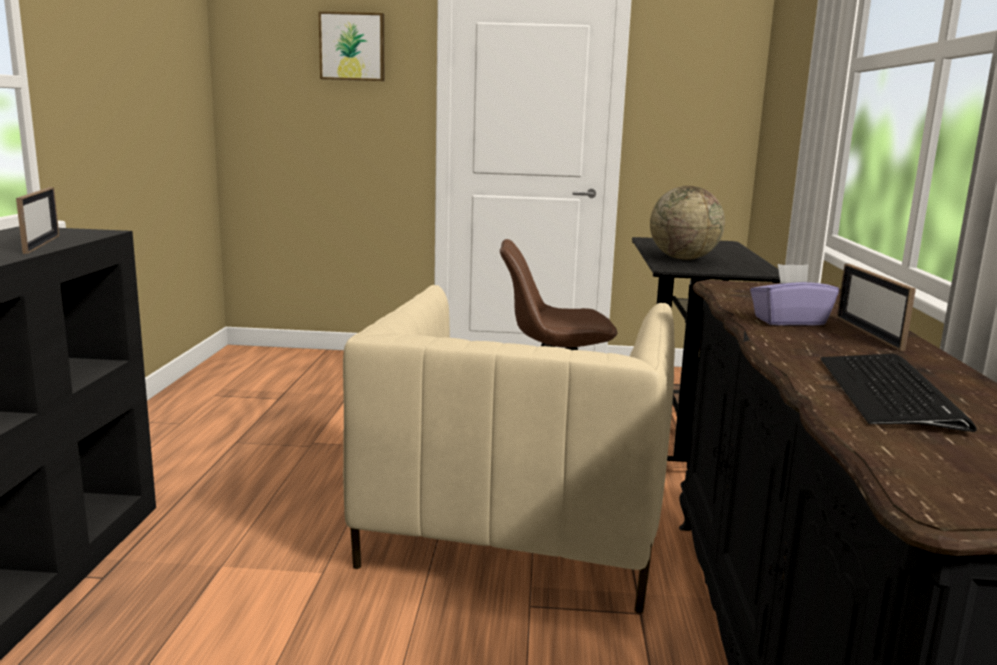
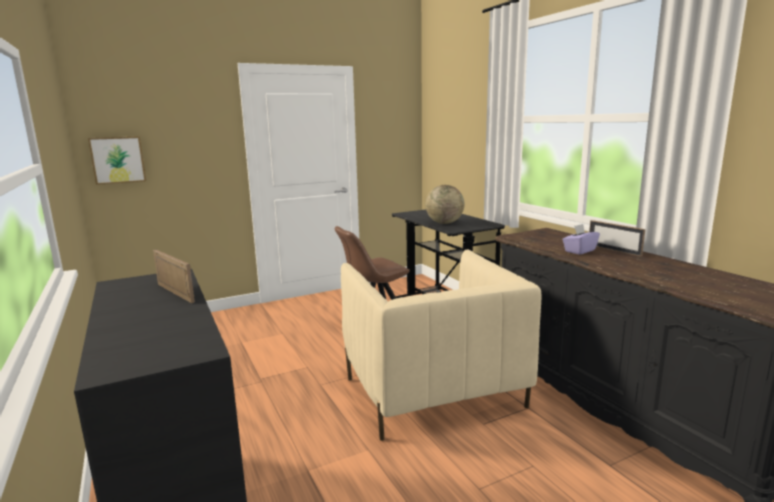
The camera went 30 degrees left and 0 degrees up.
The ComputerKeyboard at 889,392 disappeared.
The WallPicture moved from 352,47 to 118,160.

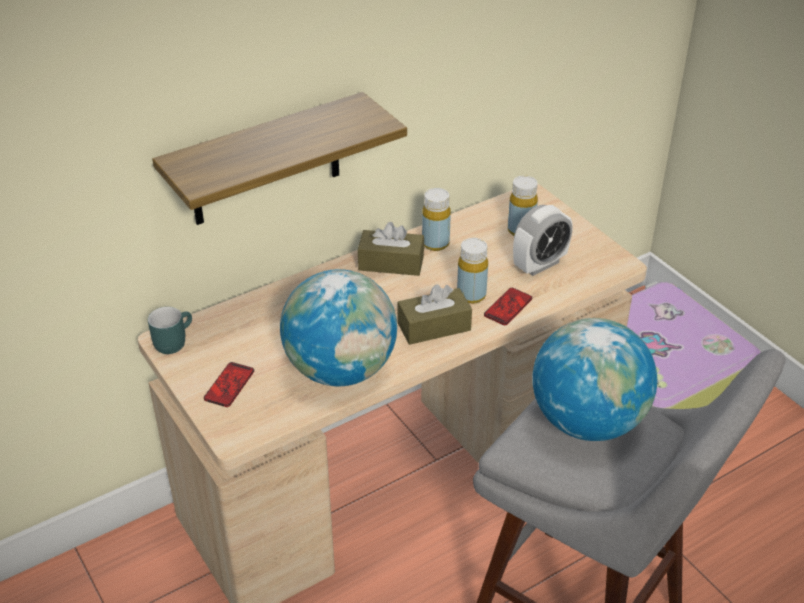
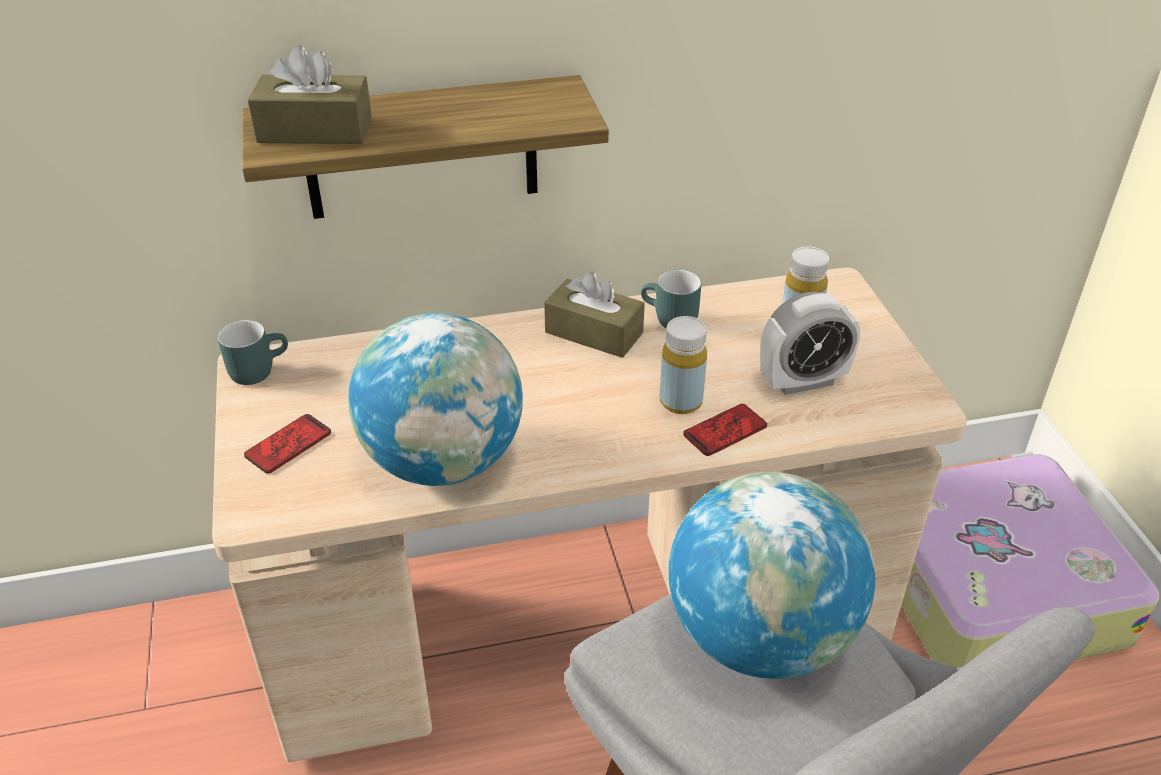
The camera went 20 degrees right and 0 degrees up.
The BrownishTissueHolder moved from 434,327 to 315,130.
The YellowColouredBottle at 435,243 was replaced by the TurquoiseCoffeeMug at 669,320.

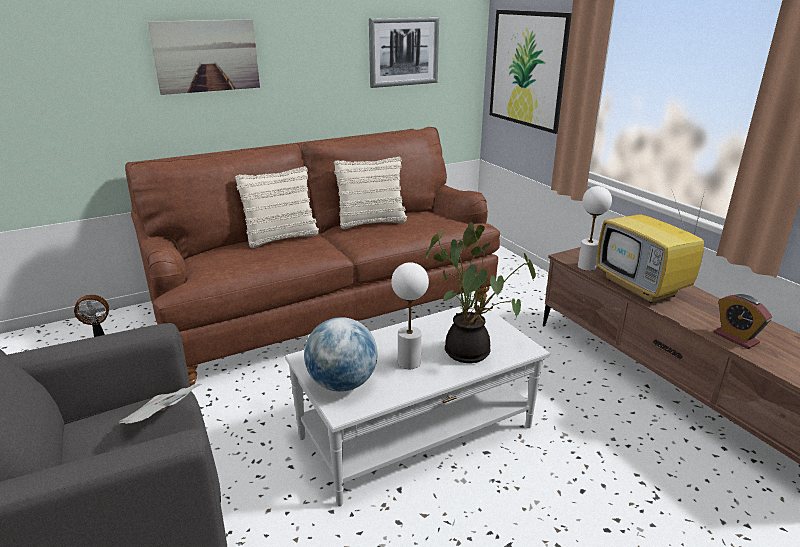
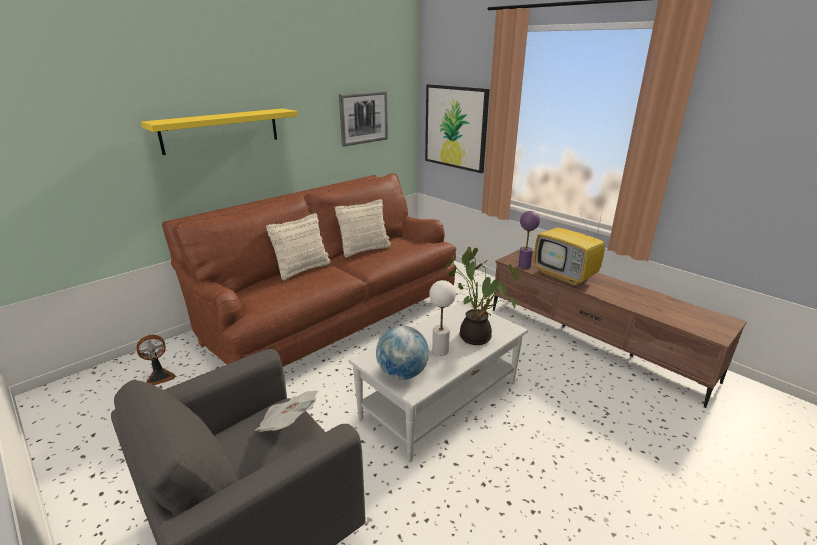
The camera went 15 degrees left and 0 degrees up.
The AlarmClock at 735,338 disappeared.
The WallPicture at 206,56 was replaced by the YellowColouredShelf at 221,130.
The WhitishLampForATable at 586,267 became the PurpleColouredLampForATable at 524,266.

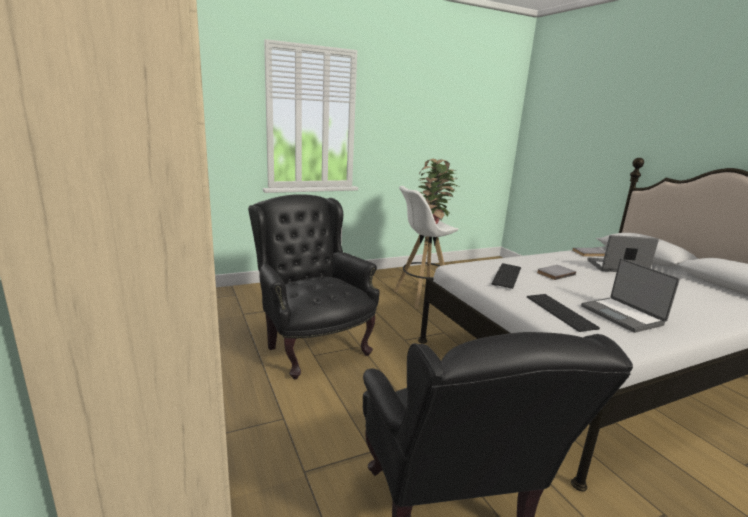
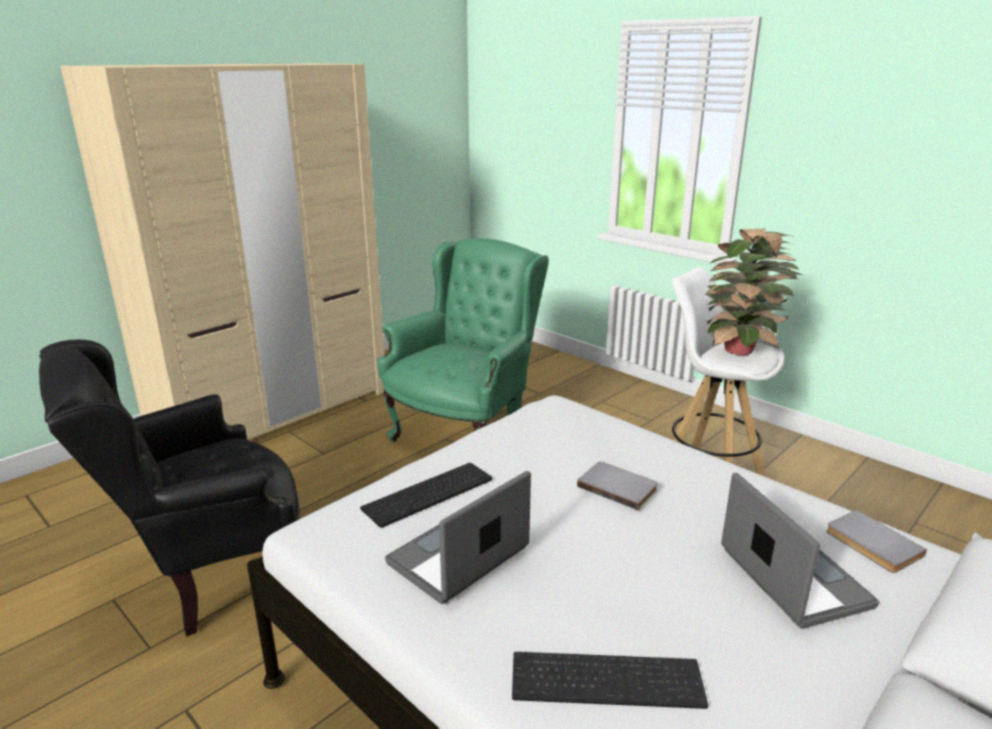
The camera went 70 degrees right and 5 degrees up.
The ComputerKeyboard moved from 505,275 to 608,677.
The BlackLoungeChair at 313,346 became the GreenColouredLoungeChair at 464,433.

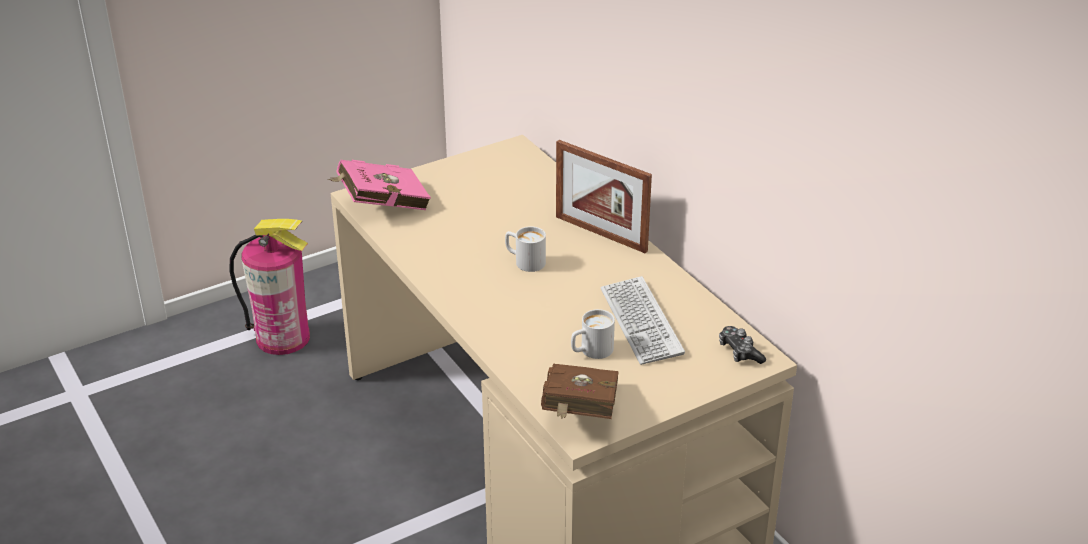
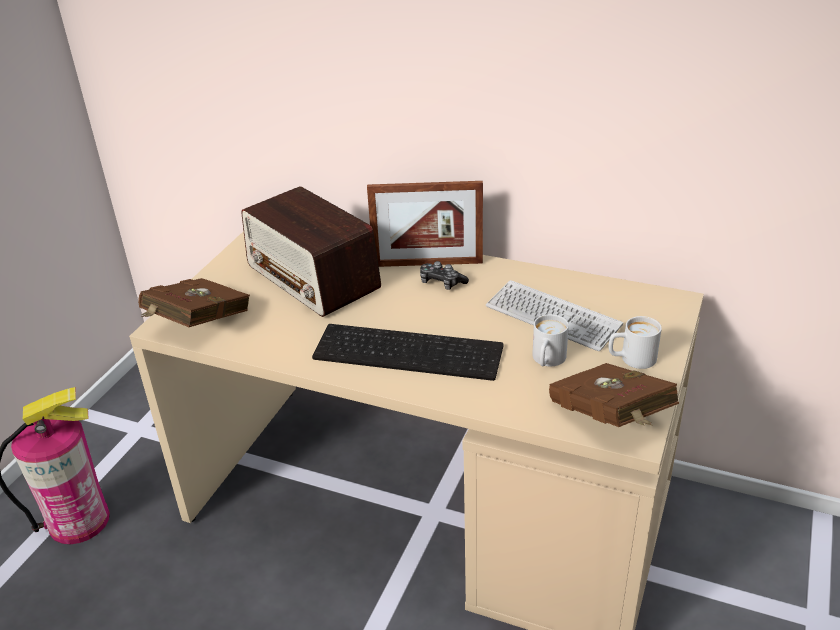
The camera went 35 degrees left and 0 degrees up.
The RadioSet at 313,277 appeared.
The ComputerKeyboard at 410,350 appeared.
The WhitishCoffeeMug moved from 524,261 to 631,359.
The Joypad moved from 739,352 to 441,282.
The PinkBook at 380,205 became the BrownishBook at 196,325.

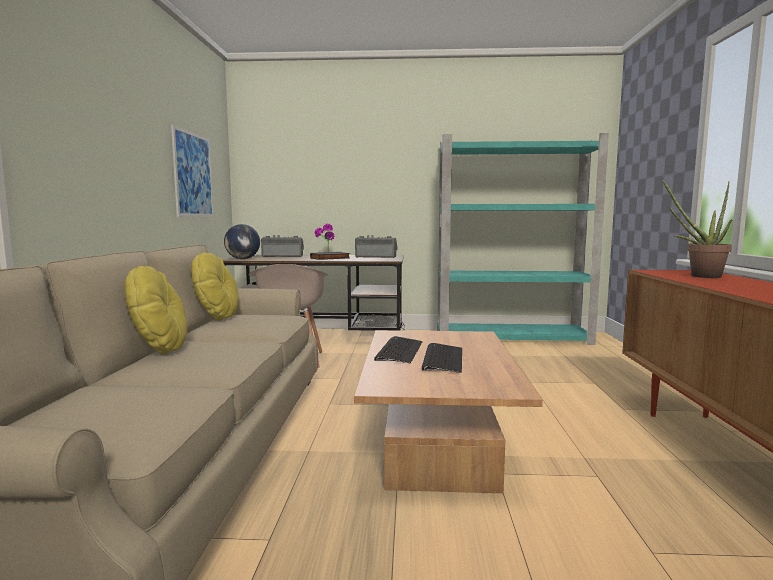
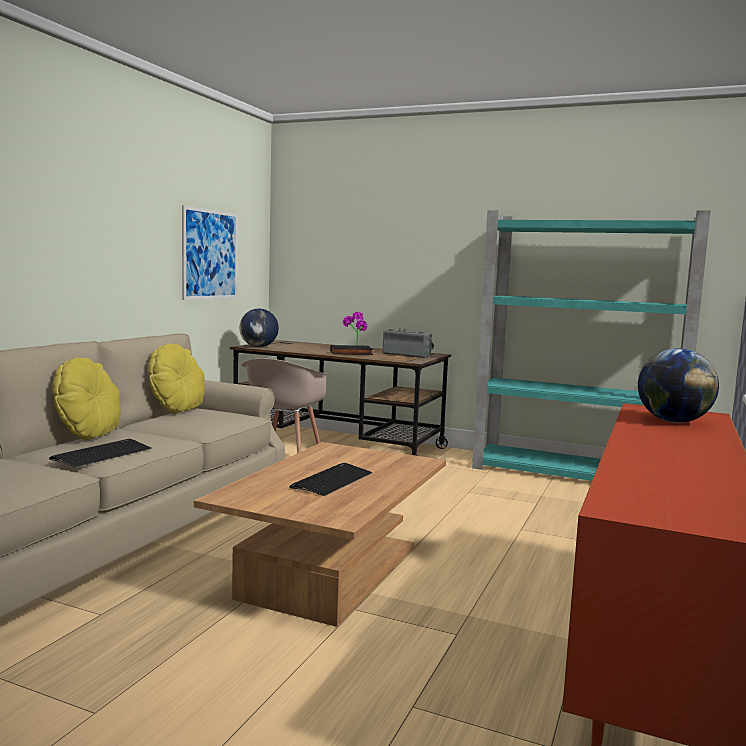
The camera went 20 degrees right and 0 degrees up.
The RadioSet at 283,256 disappeared.
The ComputerKeyboard moved from 399,351 to 102,454.
The Houseplant at 698,276 was replaced by the Globe at 673,421.

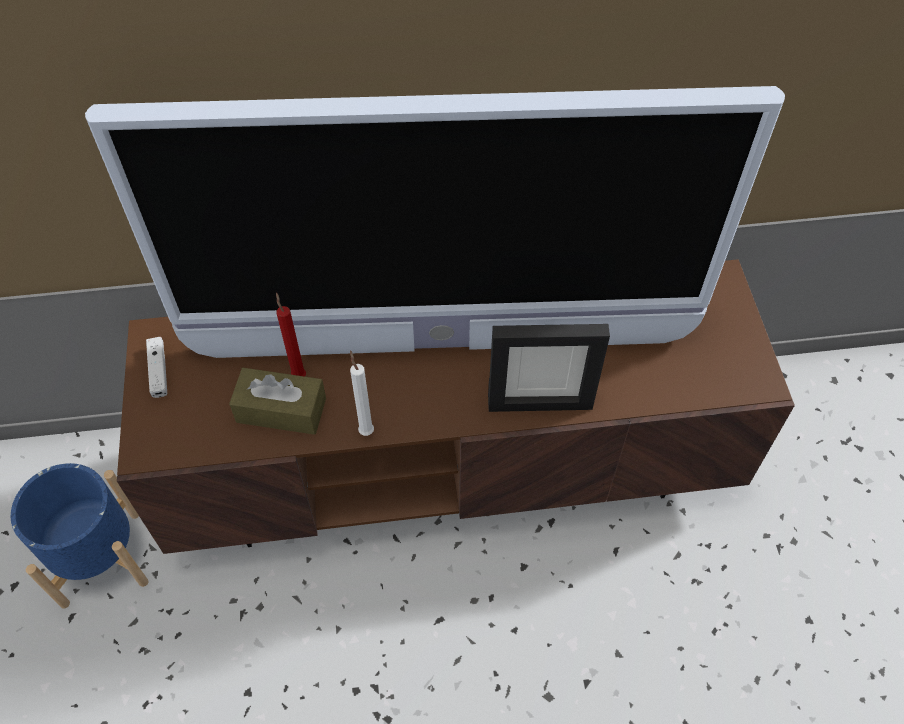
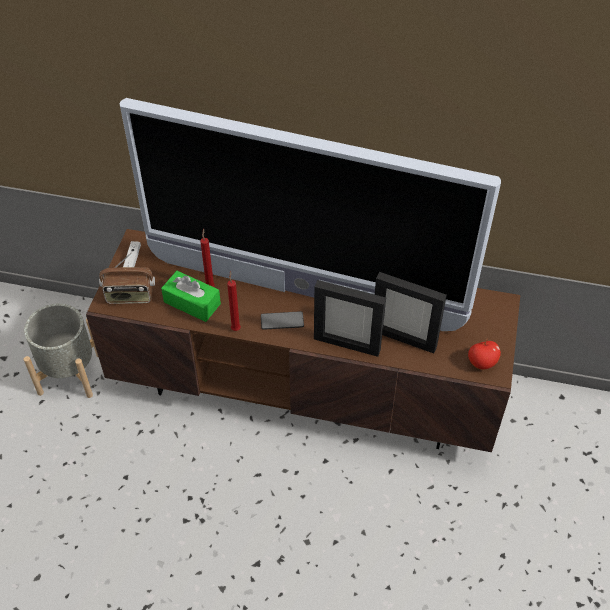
The camera went 20 degrees right and 5 degrees down.
The RadioSet at 130,296 appeared.
The Phone at 282,321 appeared.
The PhotoFrame at 404,337 appeared.
The AppleFruit at 482,363 appeared.
The BluishPlantPot at 100,558 became the GrayPlantPot at 70,373.
The BrownishTissueHolder at 281,410 became the GreenColouredTissueHolder at 192,303.
The WhitishWaxLight at 365,430 became the ReddishWaxLight at 236,328.

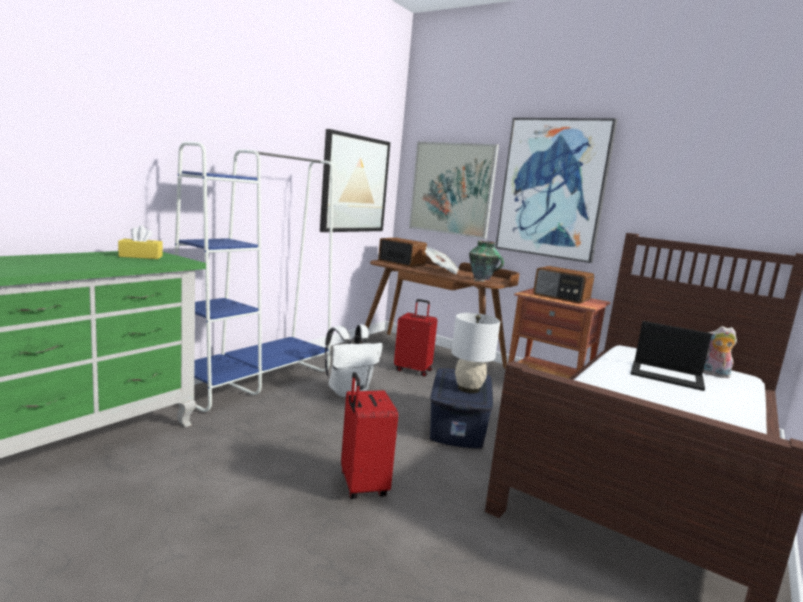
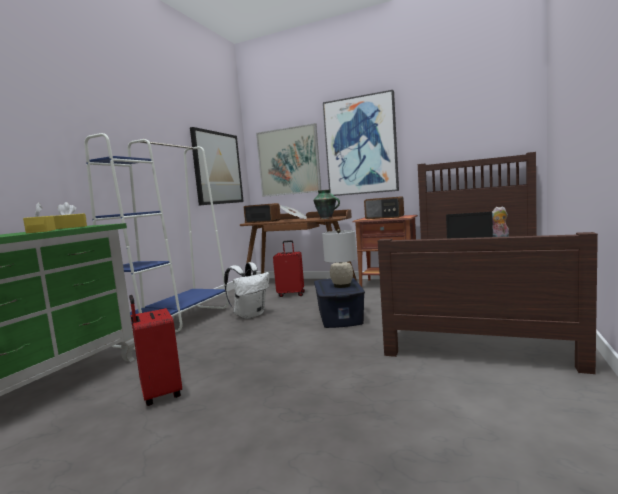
The camera went 10 degrees left and 5 degrees down.
The YellowColouredTissueHolder at 41,231 appeared.
The ReddishSuitcase moved from 361,485 to 159,394.

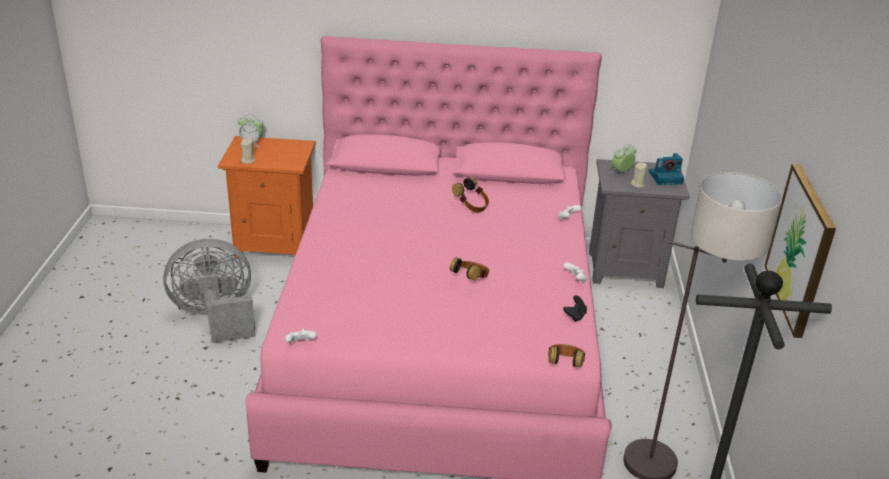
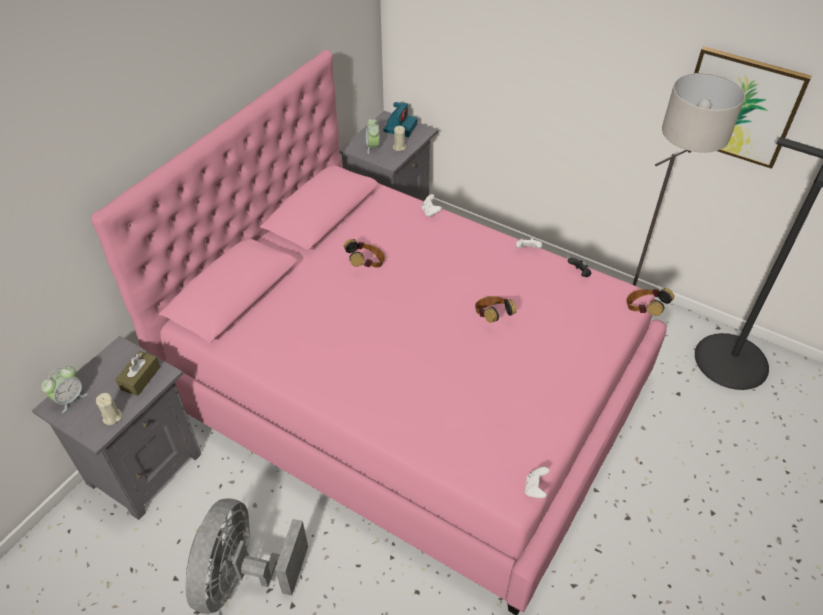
The camera went 60 degrees left and 15 degrees up.
The BrownishTissueHolder at 140,378 appeared.
The OrangeyBedsideTable at 275,246 became the GrayBedsideTable at 148,469.

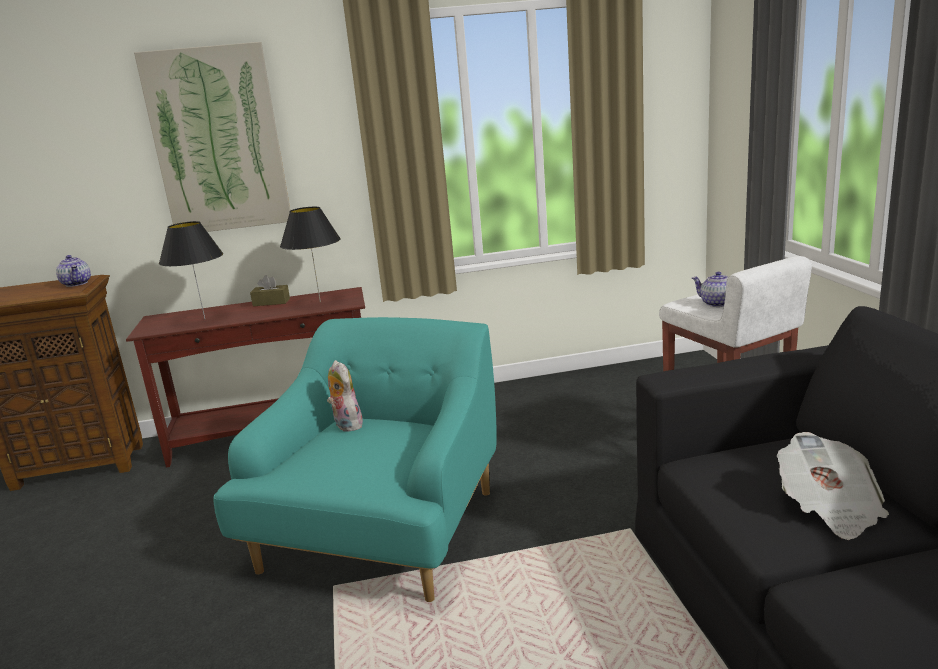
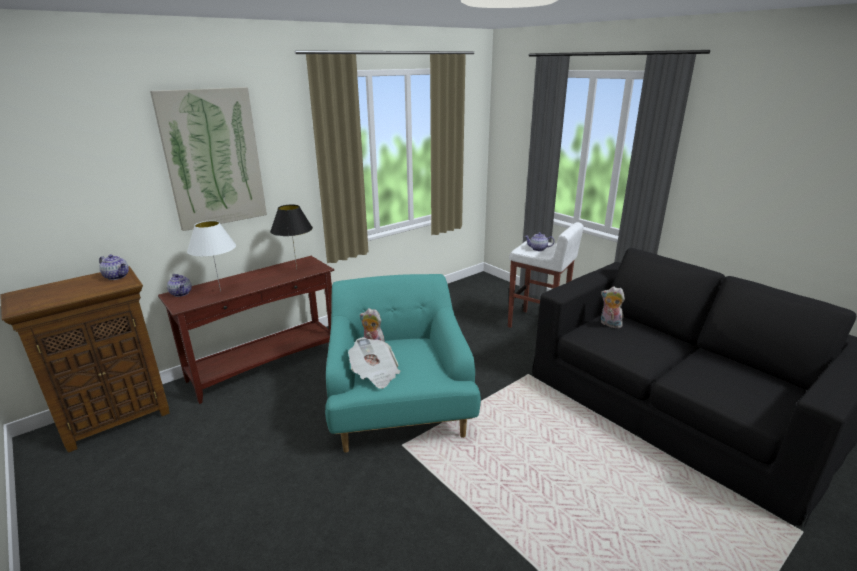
The camera went 30 degrees left and 5 degrees up.
The BrownishTissueHolder at 271,302 disappeared.
The Teapot at 181,293 appeared.
The CuddlyToy at 609,324 appeared.
The PrintedPaper moved from 829,508 to 375,374.
The BlackLampForATable at 204,319 became the WhitishLampForATable at 220,291.

